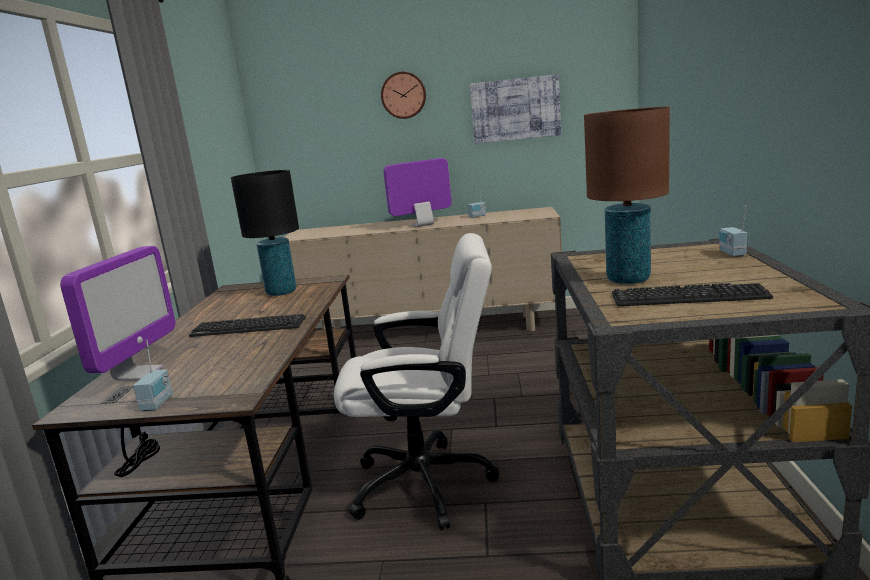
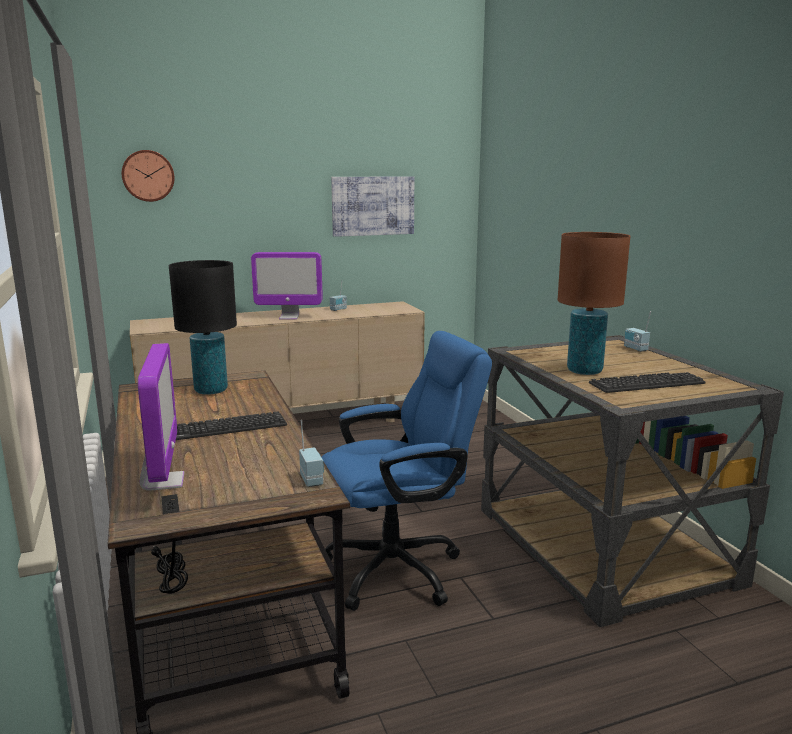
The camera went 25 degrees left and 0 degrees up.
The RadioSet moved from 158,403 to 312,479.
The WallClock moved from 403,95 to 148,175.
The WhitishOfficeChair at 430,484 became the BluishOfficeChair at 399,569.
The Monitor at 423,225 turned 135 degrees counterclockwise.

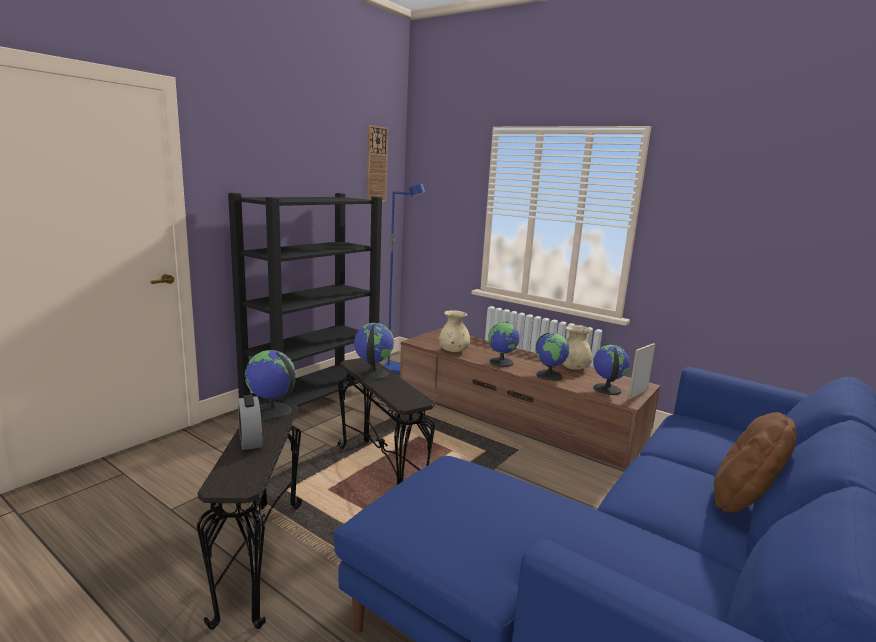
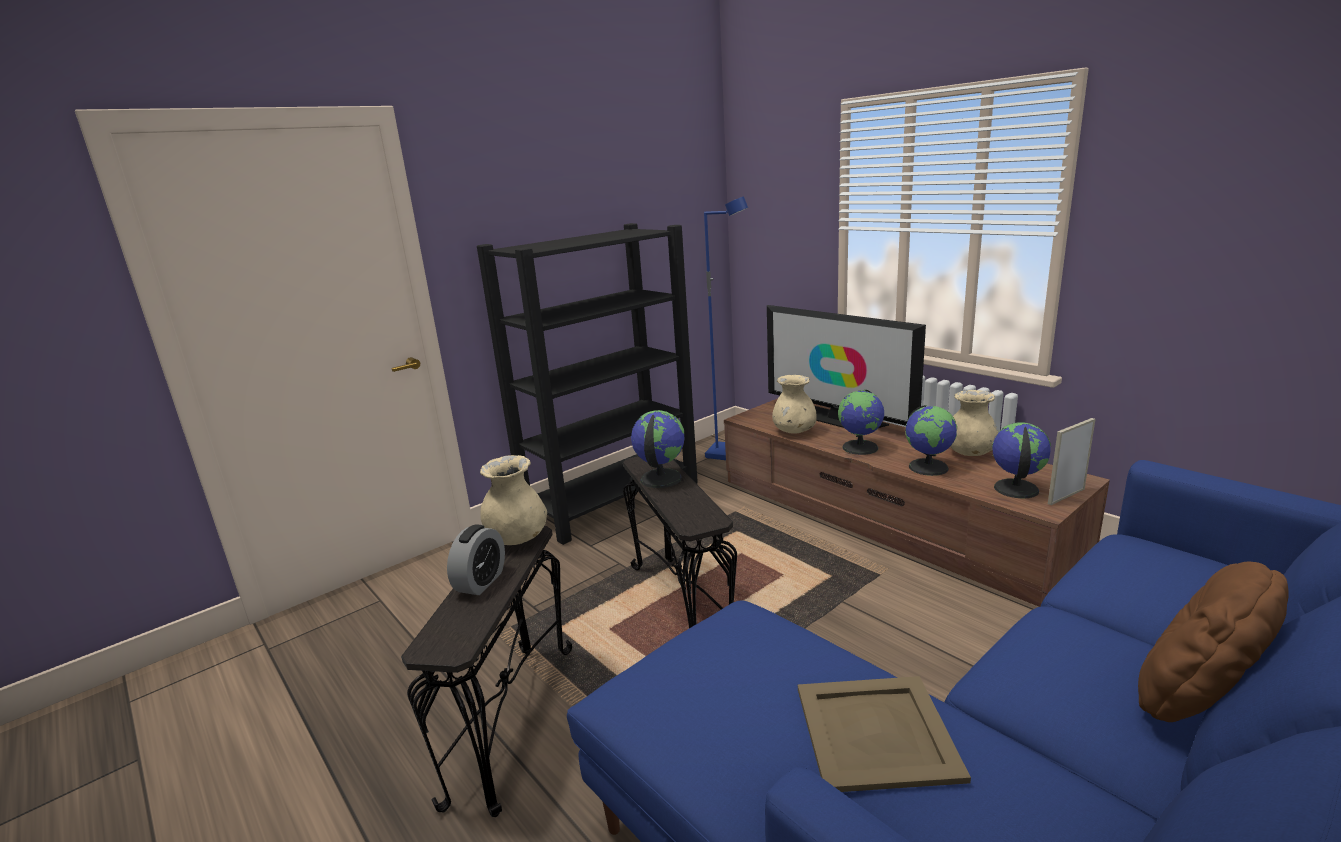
The camera went 15 degrees right and 5 degrees up.
The WallClock at 376,164 disappeared.
The TvSet at 838,419 appeared.
The BeigeTray at 877,733 appeared.
The Globe at 271,412 was replaced by the BeigeFlowerVase at 517,539.
The AlarmClock at 250,441 turned 150 degrees counterclockwise.

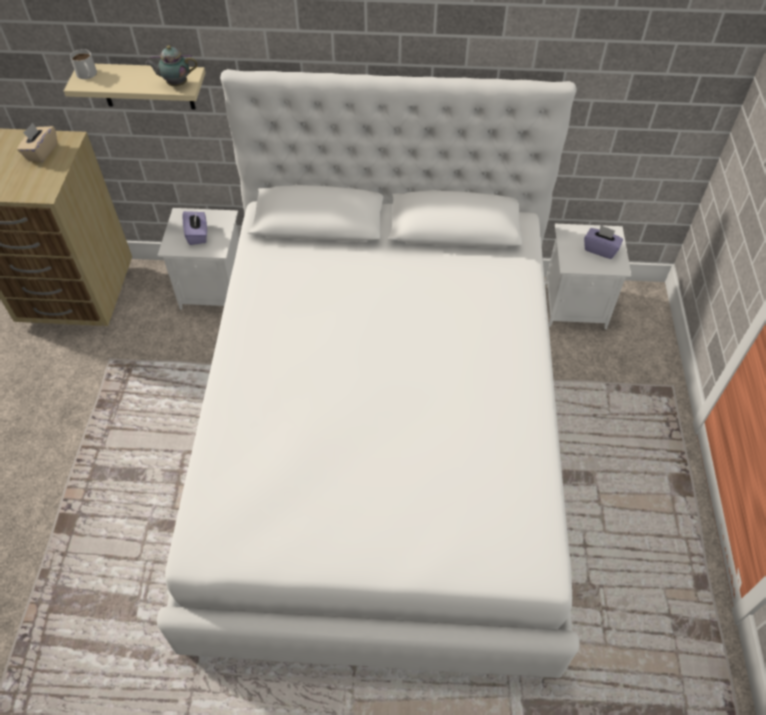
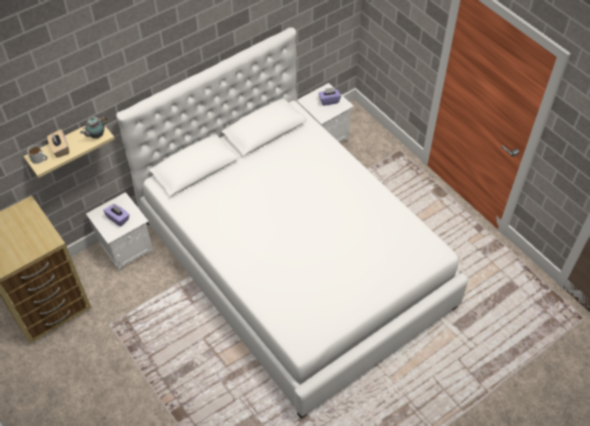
The camera went 40 degrees left and 0 degrees up.
The BeigeTissueHolder moved from 41,152 to 60,149.

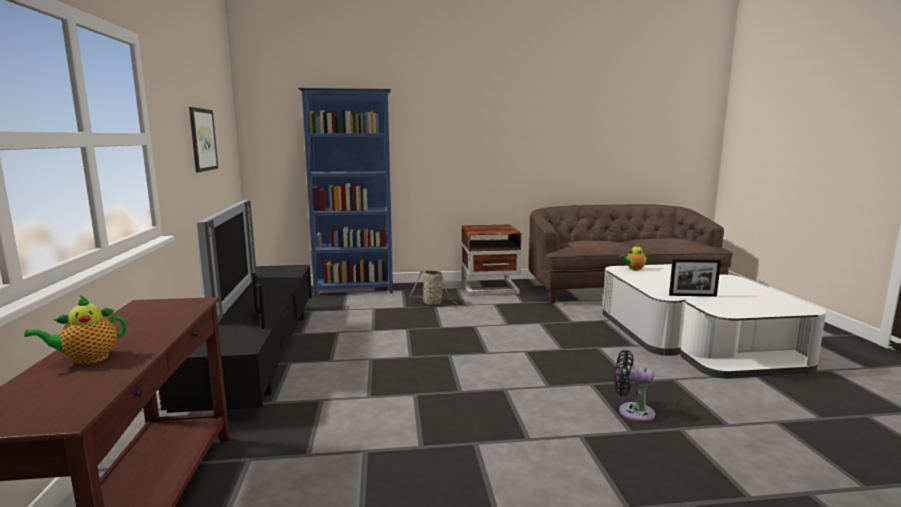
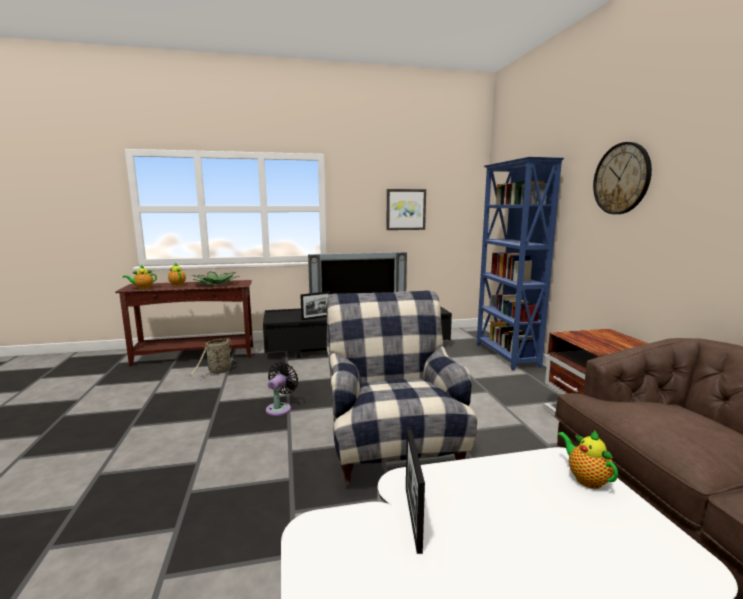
The camera went 85 degrees right and 0 degrees up.
The Teapot at 142,288 appeared.
The Houseplant at 216,284 appeared.
The LoungeChair at 392,450 appeared.
The WallClock at 621,179 appeared.
The HouseholdBasket moved from 433,304 to 218,372.
The BlackElectricFan moved from 632,412 to 280,408.

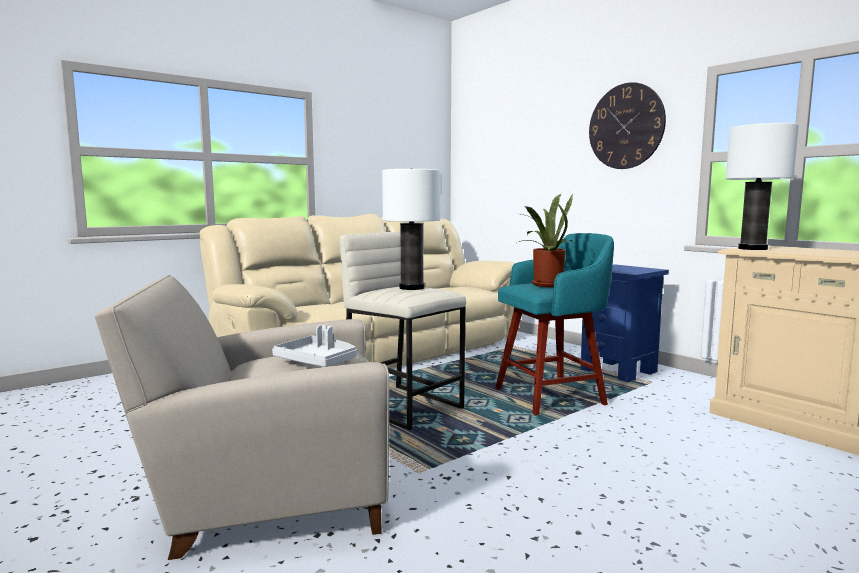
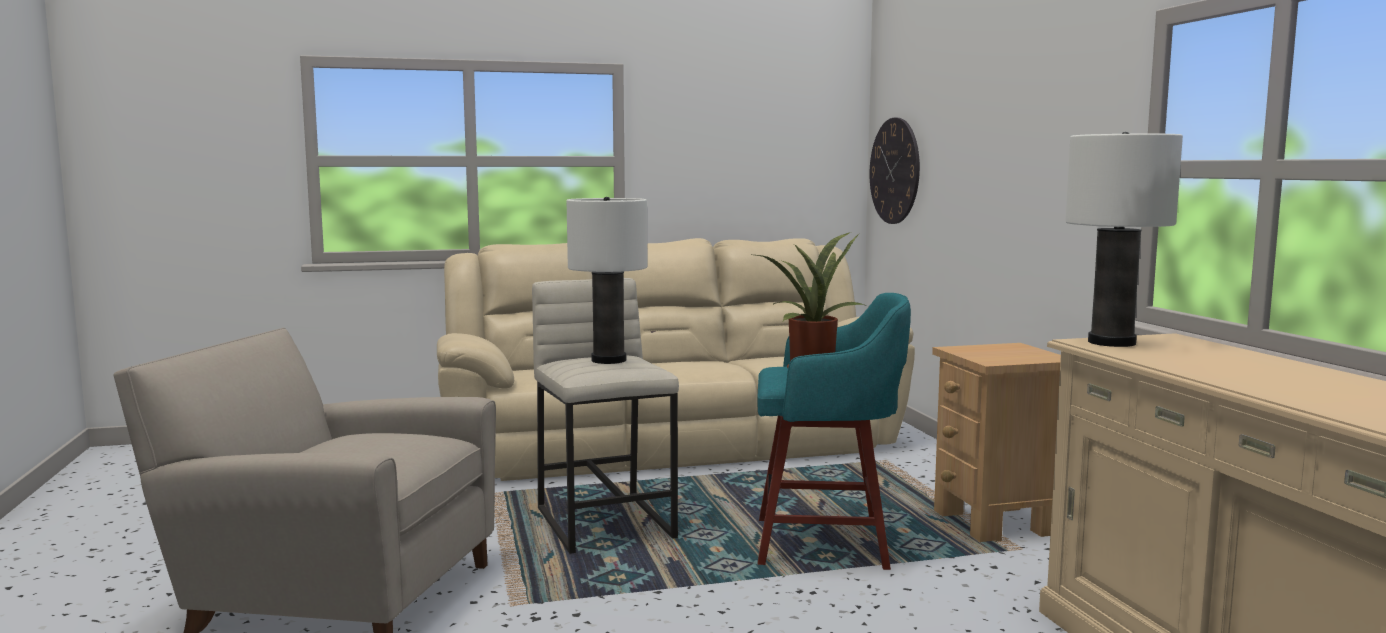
The camera went 25 degrees right and 0 degrees up.
The GrayTray at 318,361 disappeared.
The WallClock moved from 626,126 to 894,171.
The BluishBedsideTable at 618,371 became the BeigeBedsideTable at 994,523.

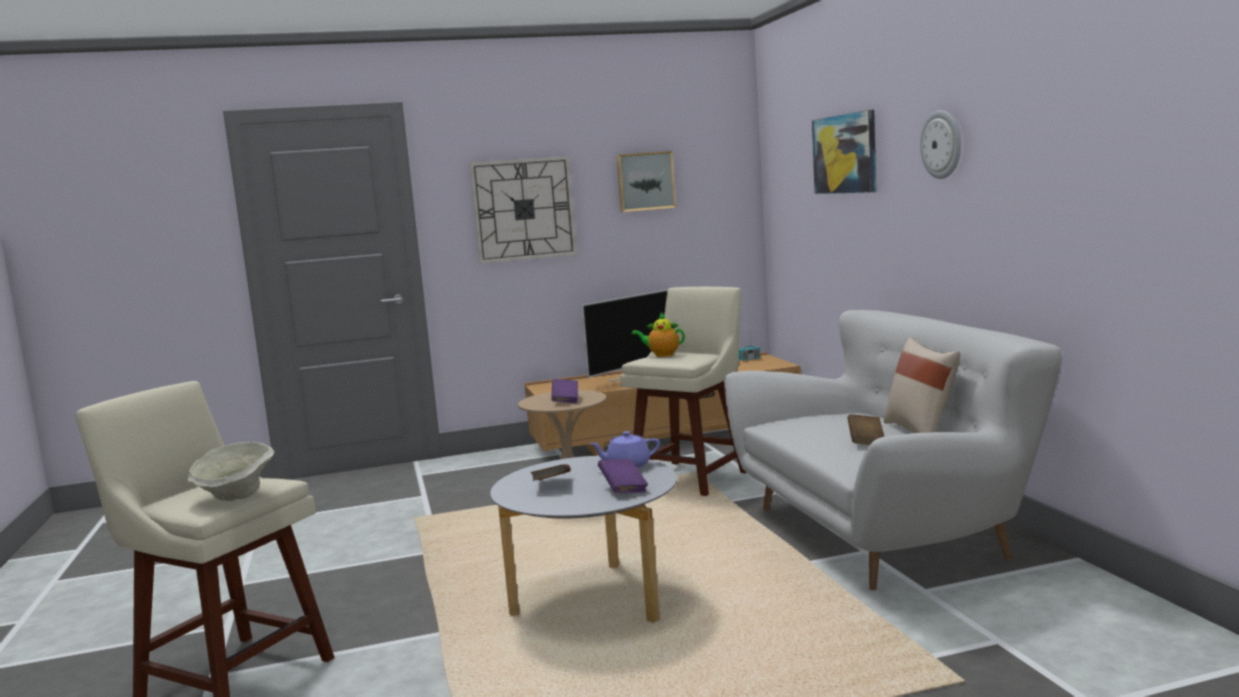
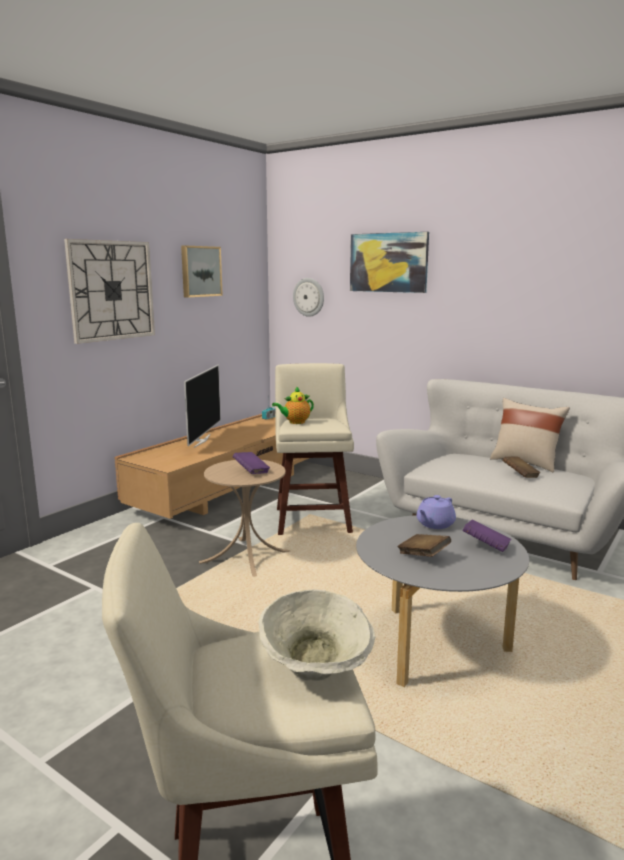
The camera went 40 degrees left and 5 degrees up.
The WallClock moved from 942,144 to 309,297.

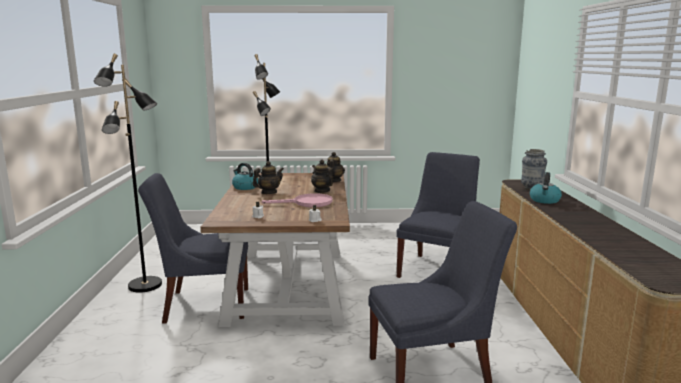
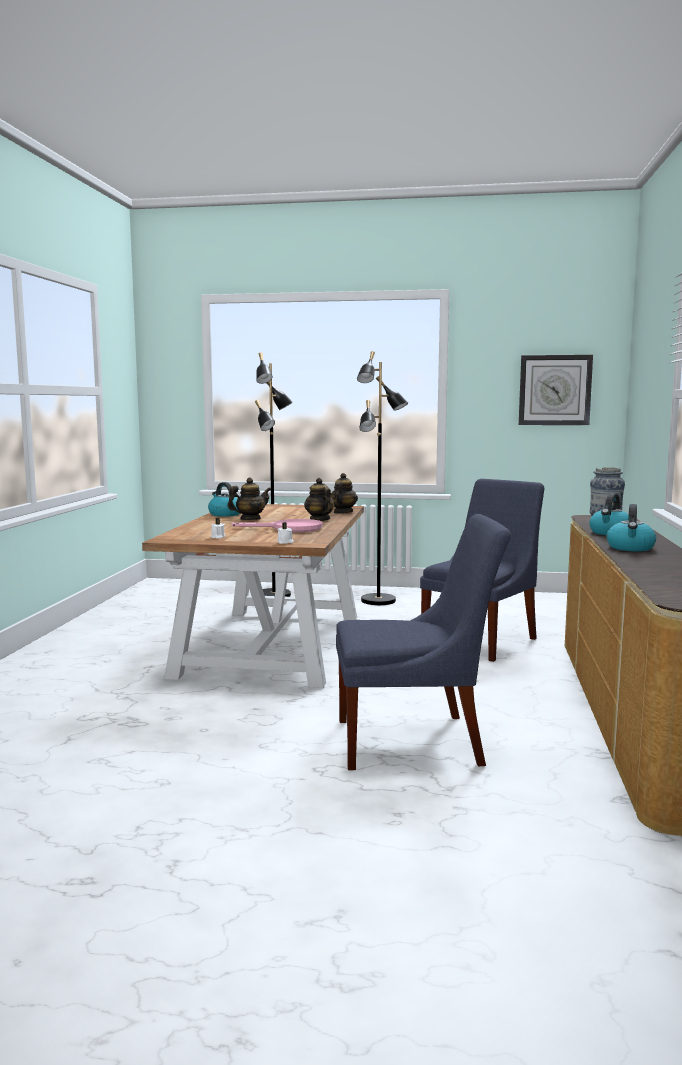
The camera went 10 degrees right and 5 degrees down.
The BluishPlainChair at 203,304 disappeared.
The WallClock at 554,390 appeared.
The TeaKettle at 630,548 appeared.
The BlackStandardLamp moved from 145,286 to 379,601.

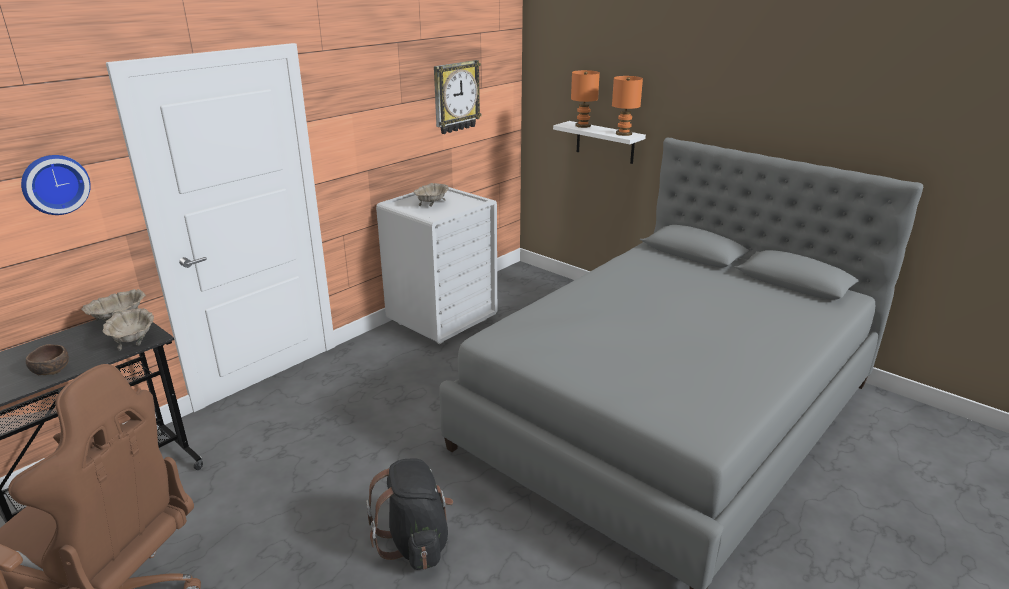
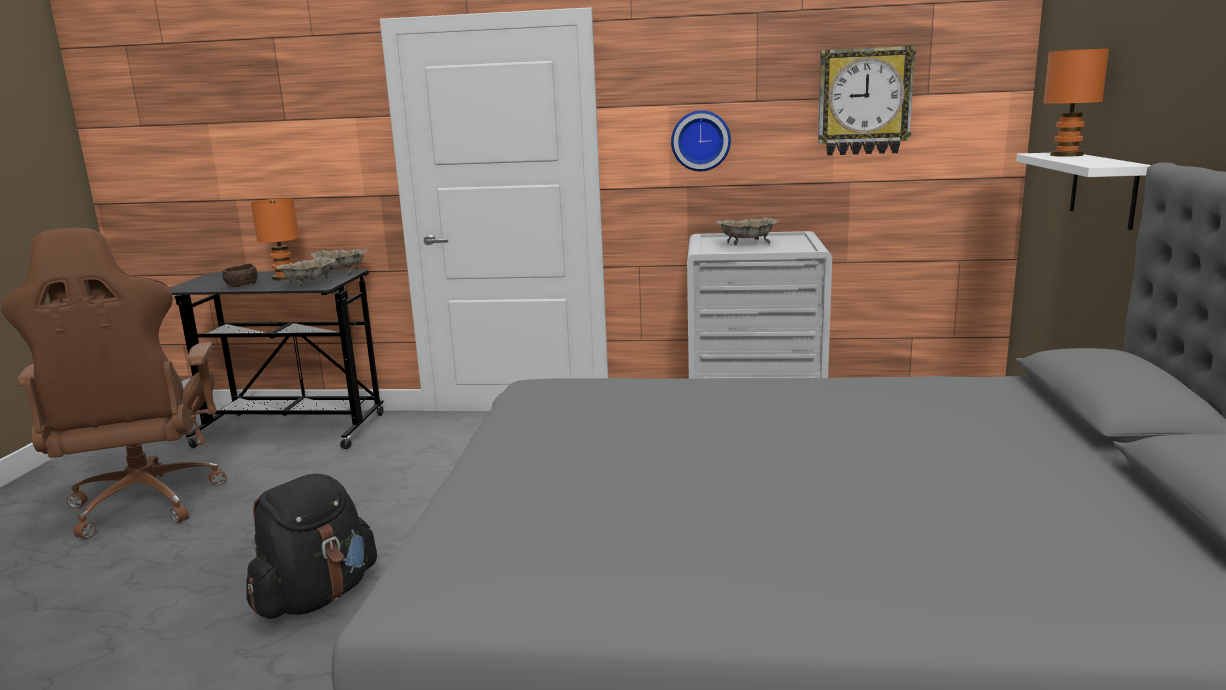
The camera went 55 degrees right and 10 degrees down.
The WallClock moved from 54,184 to 700,140.
The OrangeyLampForATable moved from 624,134 to 284,278.

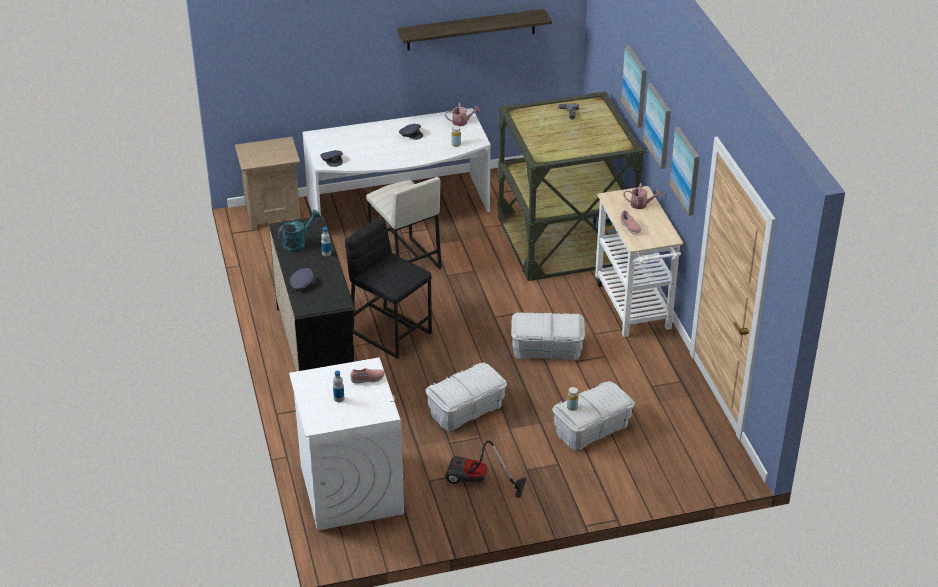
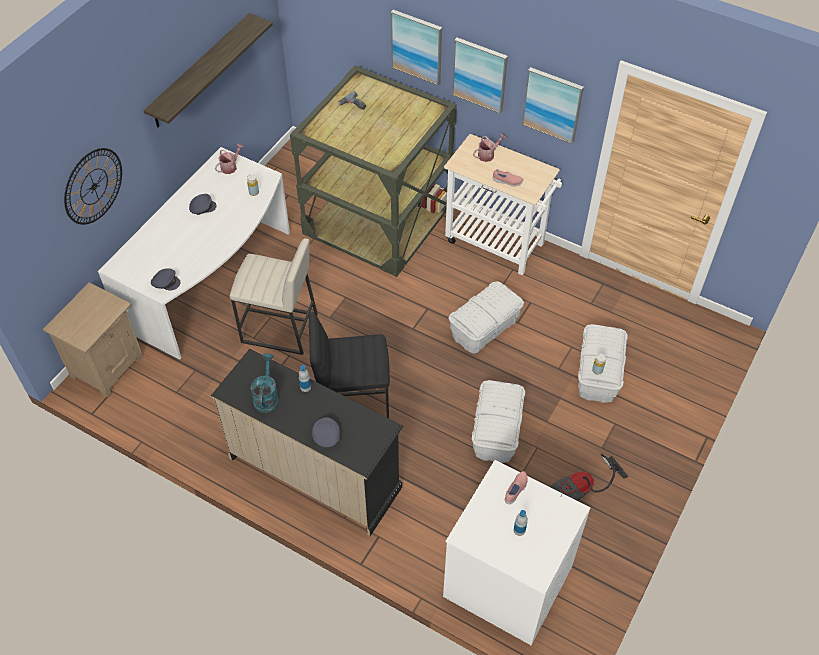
The camera went 45 degrees left and 15 degrees up.
The WallClock at 93,186 appeared.

